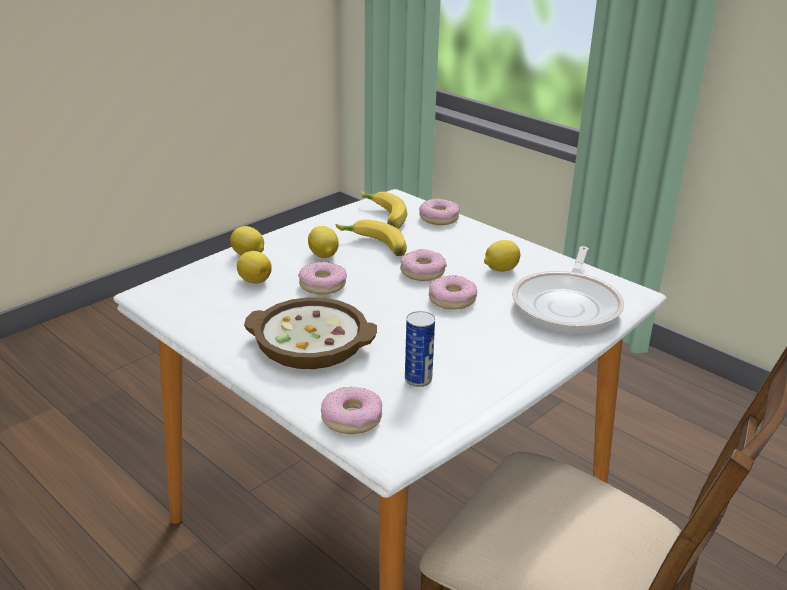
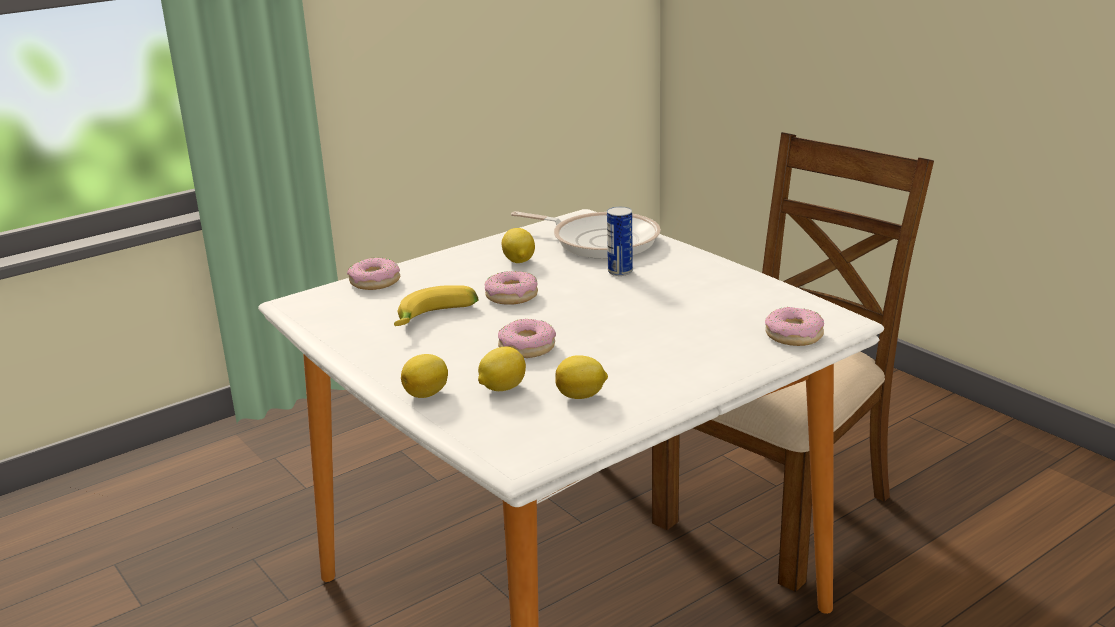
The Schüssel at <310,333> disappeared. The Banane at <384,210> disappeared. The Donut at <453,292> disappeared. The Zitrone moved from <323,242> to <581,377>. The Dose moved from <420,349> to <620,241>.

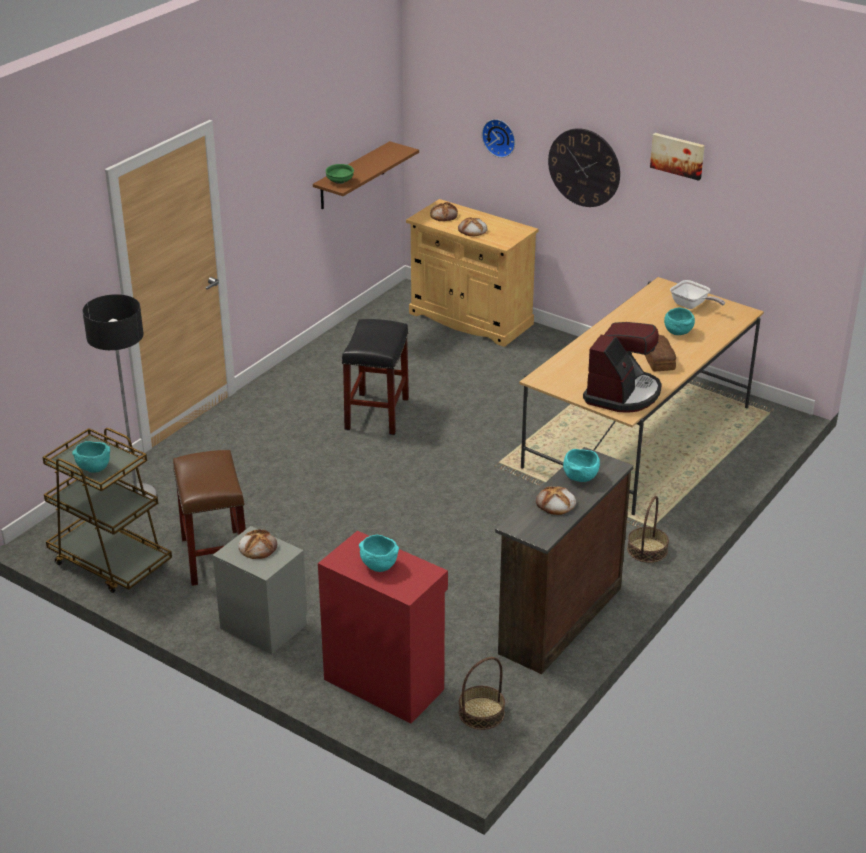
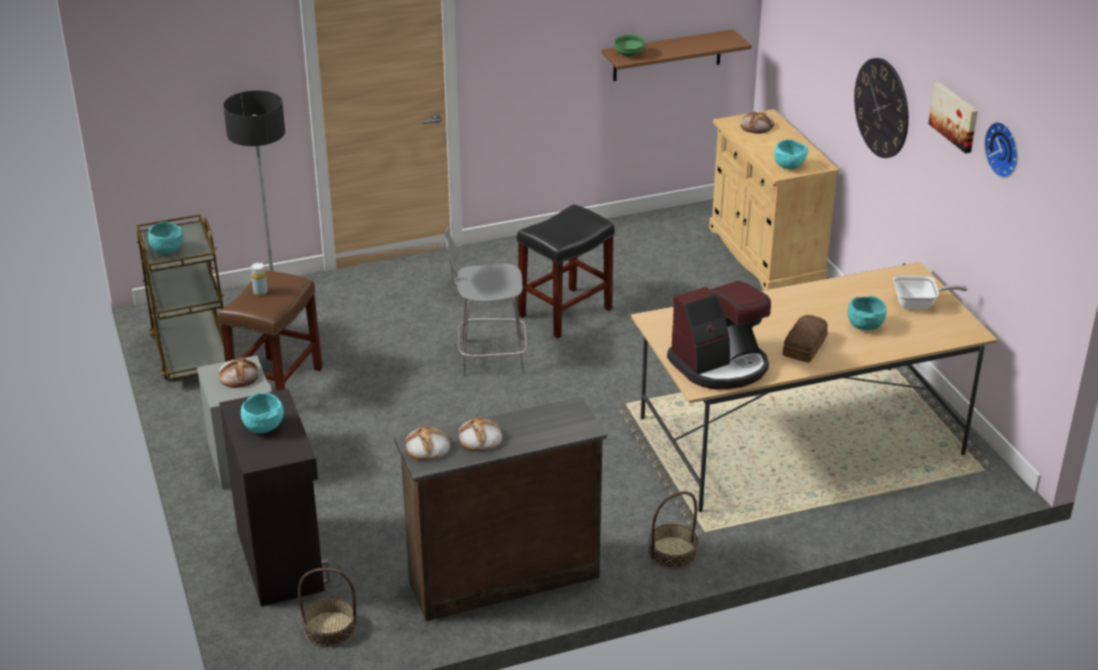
The Flasche/gelb at <259,279> appeared. The Hocker/grau at <486,300> appeared. The Brot moved from <473,226> to <427,443>. The Wanduhr moved from <498,138> to <1001,150>. The Schüssel/türkis moved from <581,465> to <791,154>. The Schrank/rot at <383,627> became the Schrank/schwarz at <274,497>. The Pfanne at <697,294> turned 75 degrees counterclockwise.

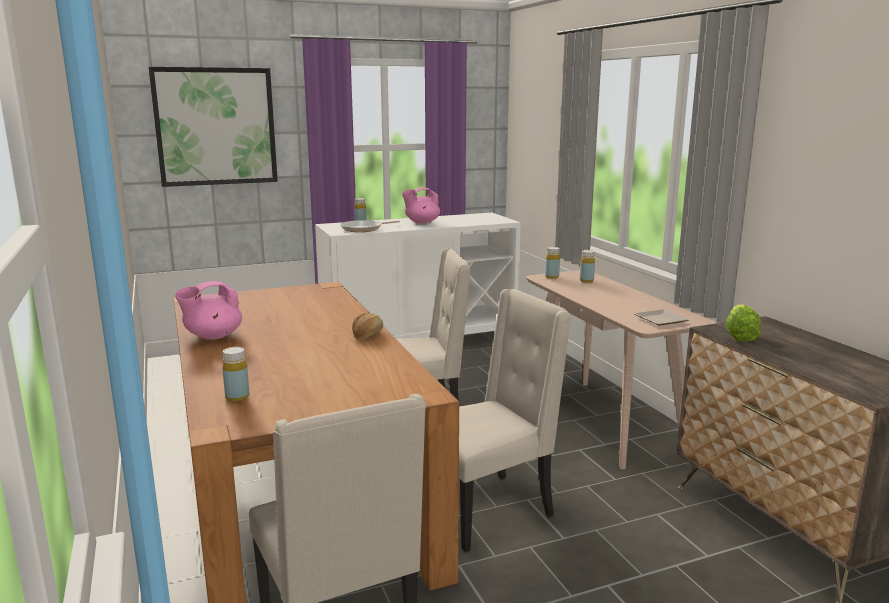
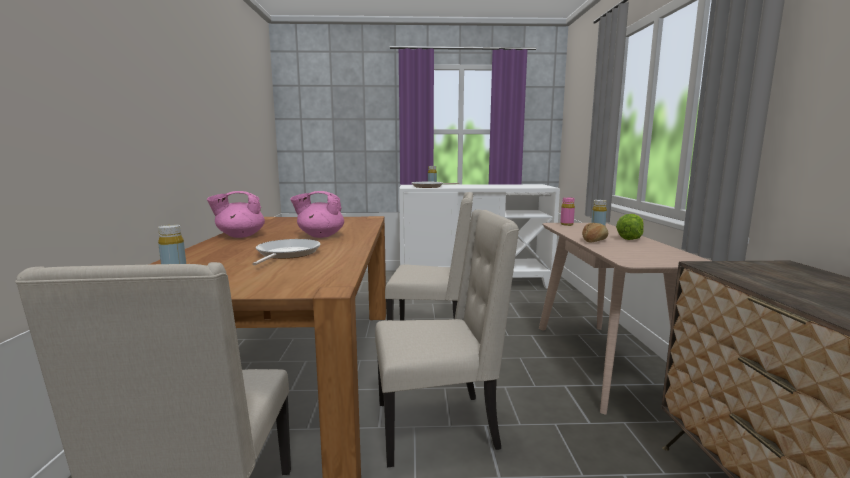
The Bild at <213,127> disappeared. The Teller at <661,317> disappeared. The Pfanne at <286,252> appeared. The Brot moved from <367,326> to <595,233>. The Teekanne/rosa moved from <421,205> to <317,214>. The Salatkopf moved from <743,323> to <630,227>. The Flasche/gelb at <552,263> became the Flasche/rosa at <567,211>.

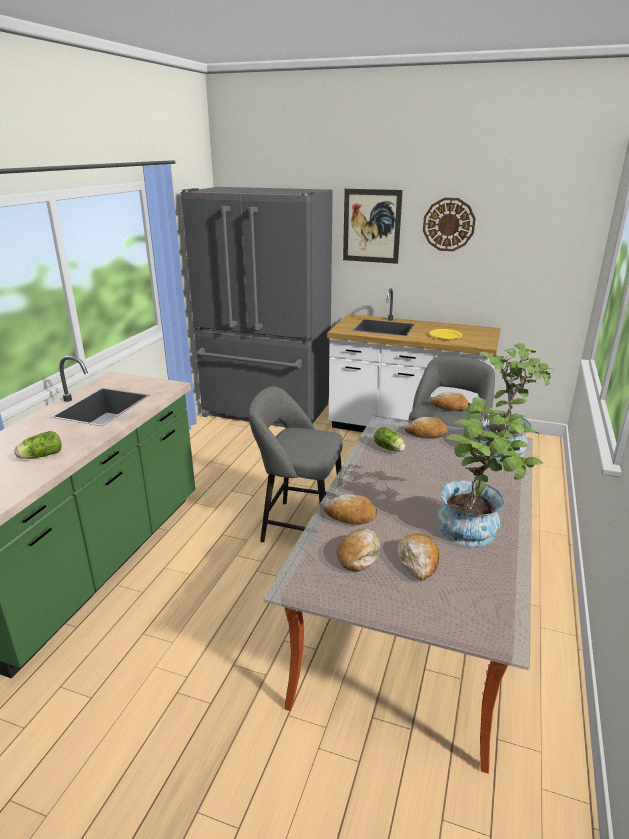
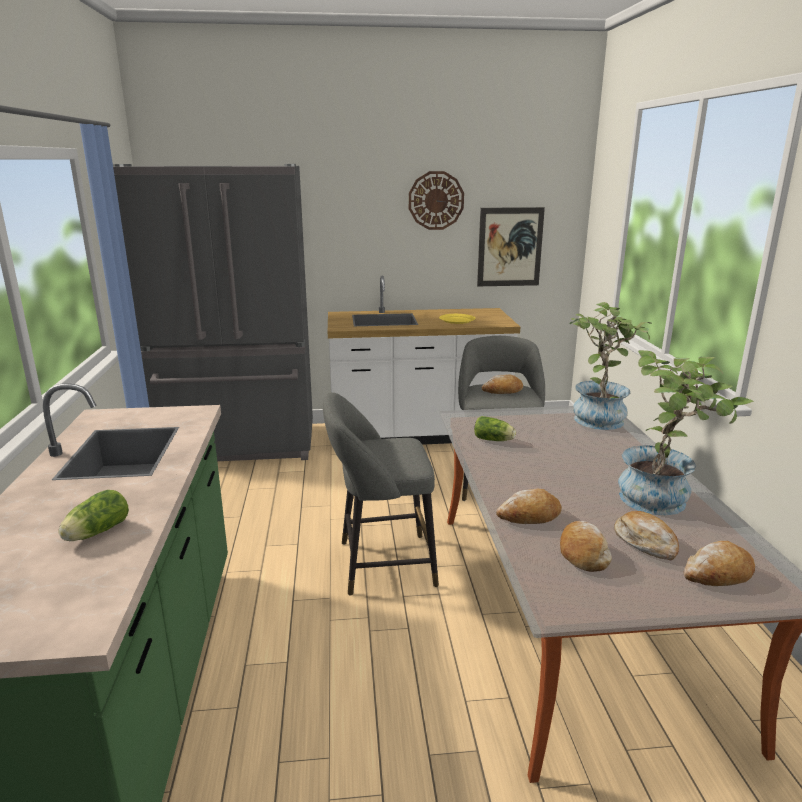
The Bild moved from <373,226> to <511,246>. The Brot moved from <426,427> to <719,563>.

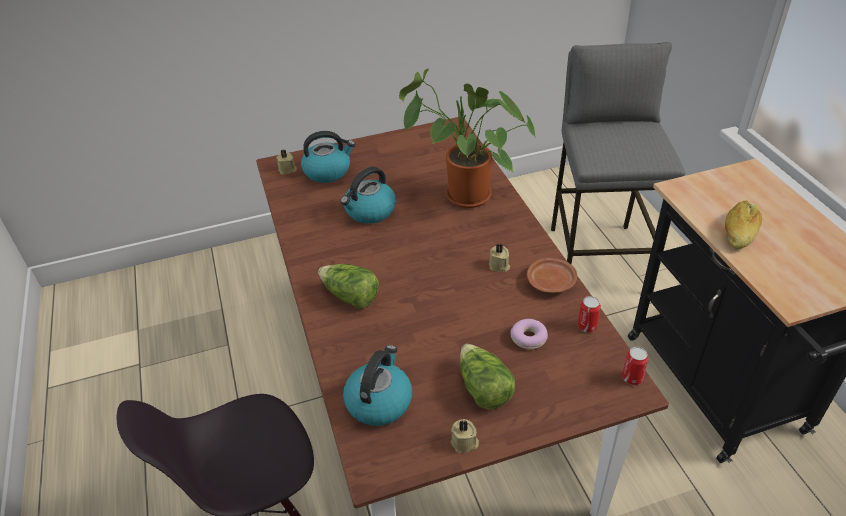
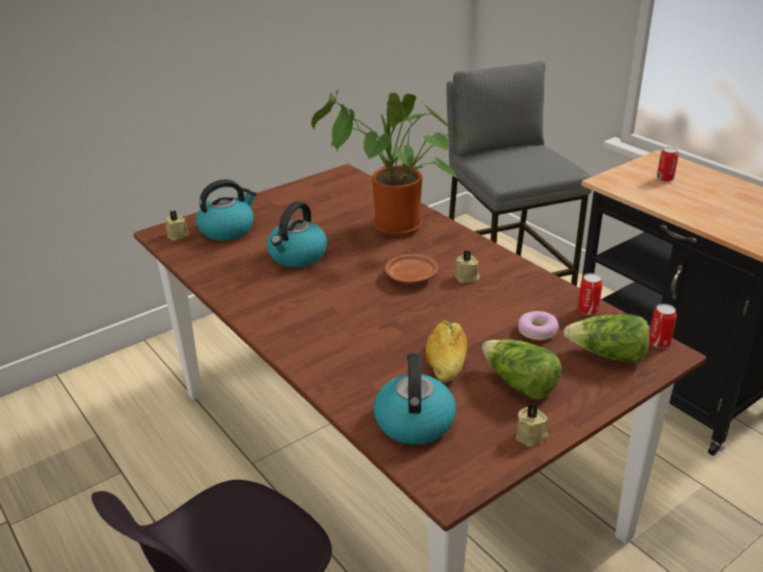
The Dose at <668,164> appeared. The Salatkopf moved from <348,286> to <606,339>. The Teller/braun moved from <552,275> to <411,268>. The Brot moved from <743,224> to <446,351>.

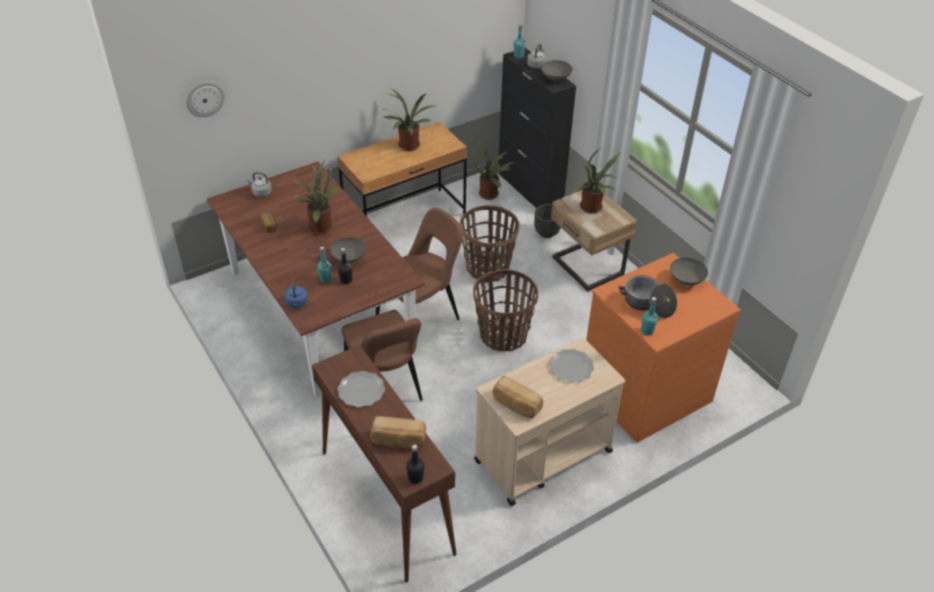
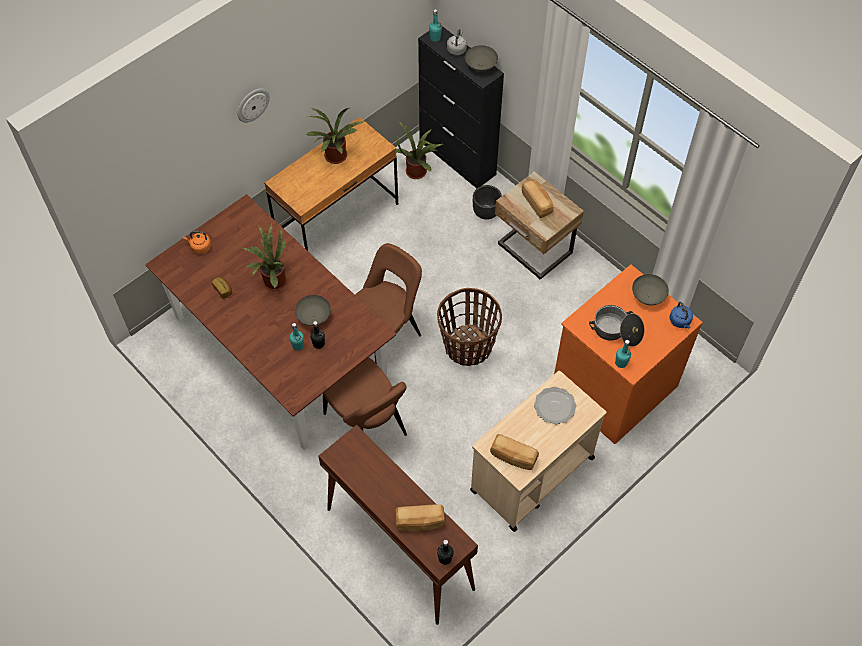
The Teller at <361,389> disappeared. The Korb at <489,243> disappeared. The Wanduhr moved from <205,99> to <253,105>. The Wasserkessel/blau moved from <296,293> to <681,315>. The Topfpflanze at <596,181> was replaced by the Brot at <538,198>. The Wasserkessel/grau at <259,184> became the Wasserkessel/orange at <197,242>.

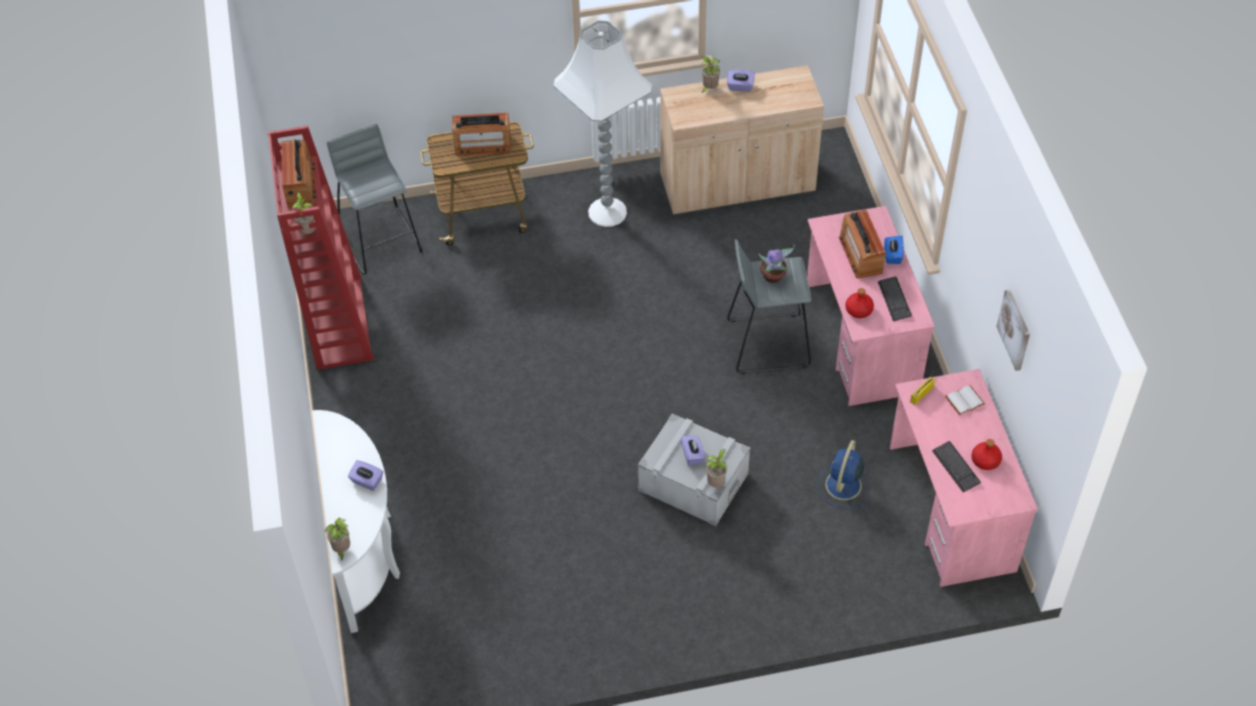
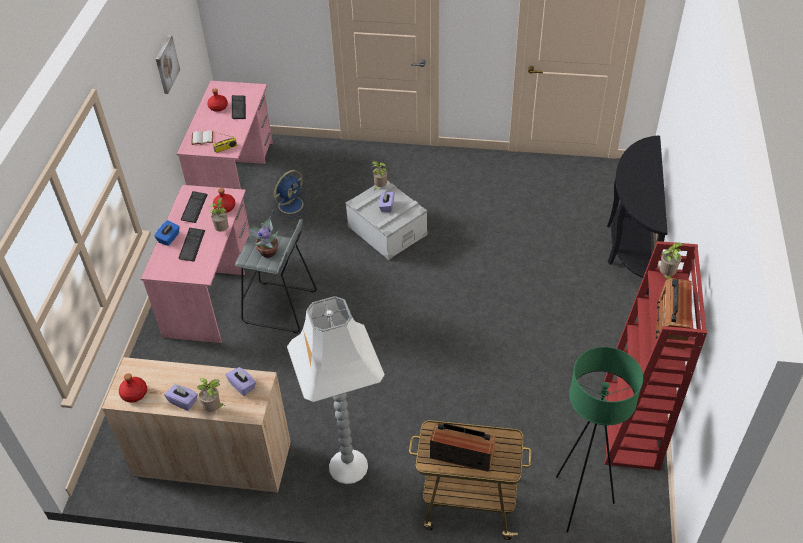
The Flasche/rot at <133,387> appeared. The Topfpflanze moved from <337,539> to <219,215>. The Taschentuchbox/lila moved from <365,475> to <241,381>. The Hocker/grau at <374,199> was replaced by the Stehlampe/grün at <599,440>. The Radio at <862,244> was replaced by the Tastatur at <192,245>. The Konsolentisch/weiß at <356,521> became the Konsolentisch/schwarz at <637,215>.

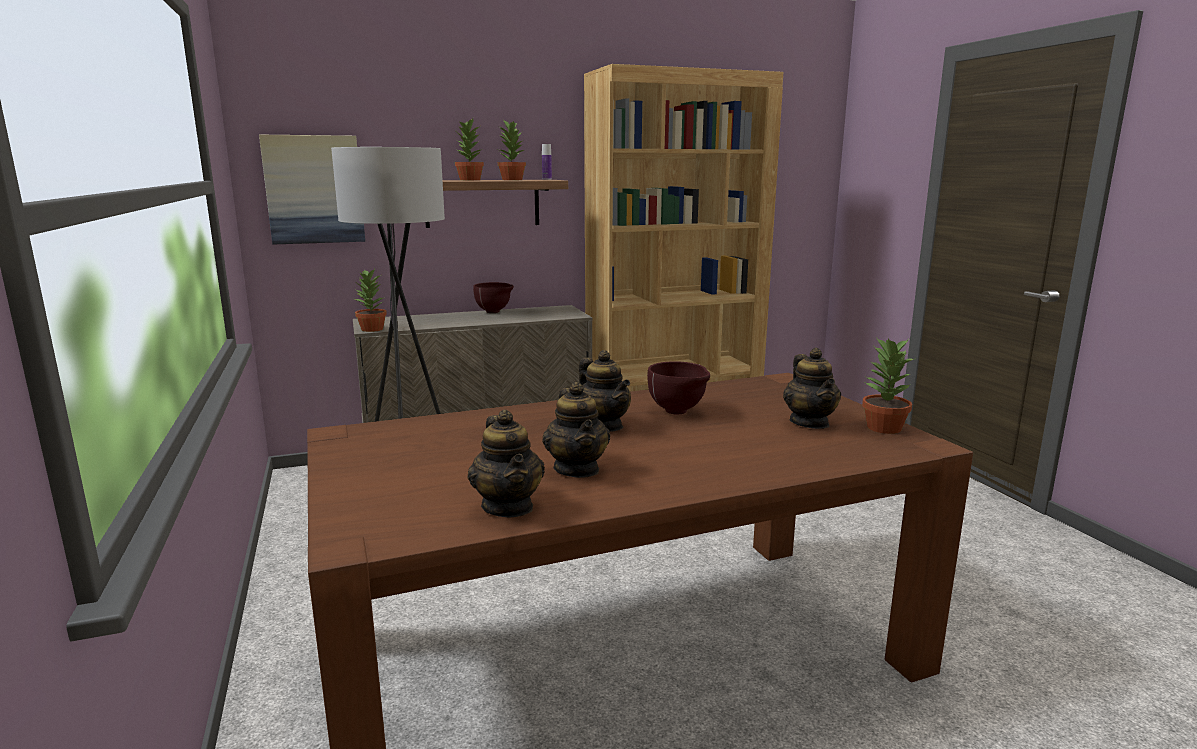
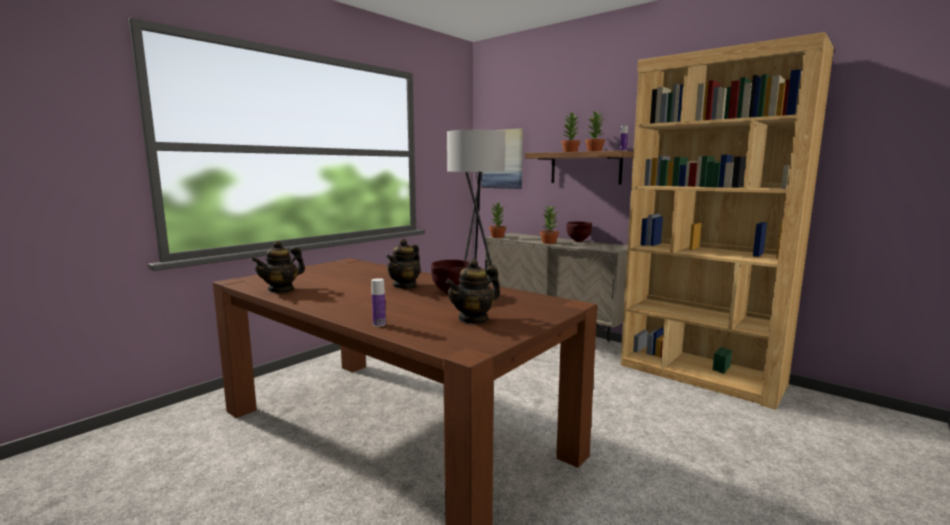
The Teekanne at <576,430> disappeared. The Flasche at <378,302> appeared. The Topfpflanze moved from <889,385> to <549,225>.

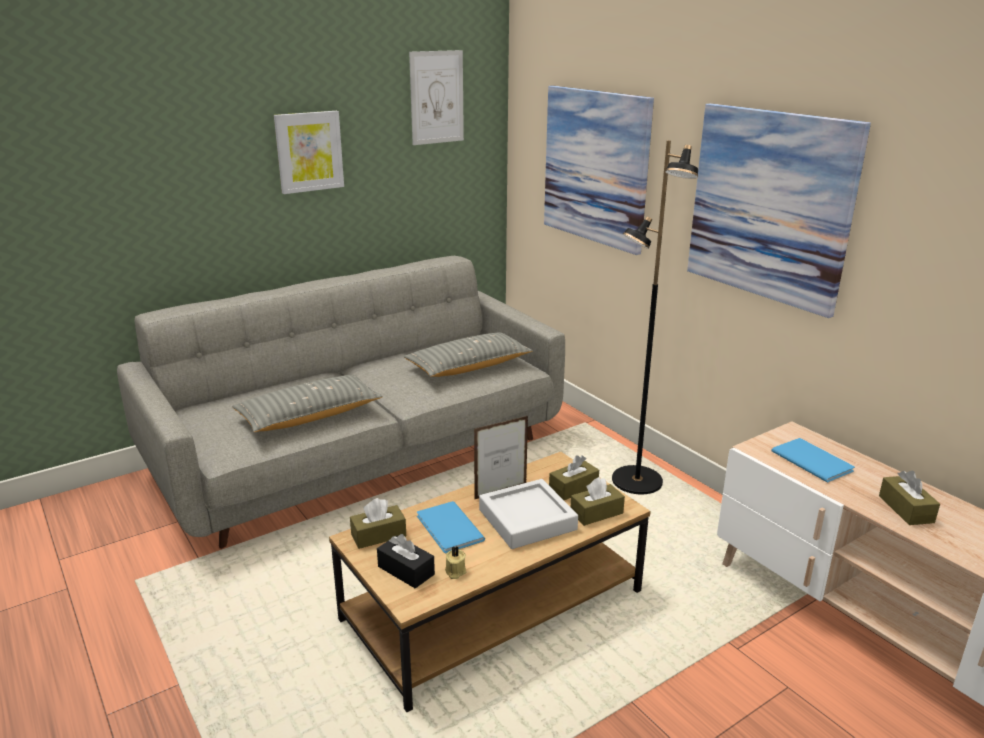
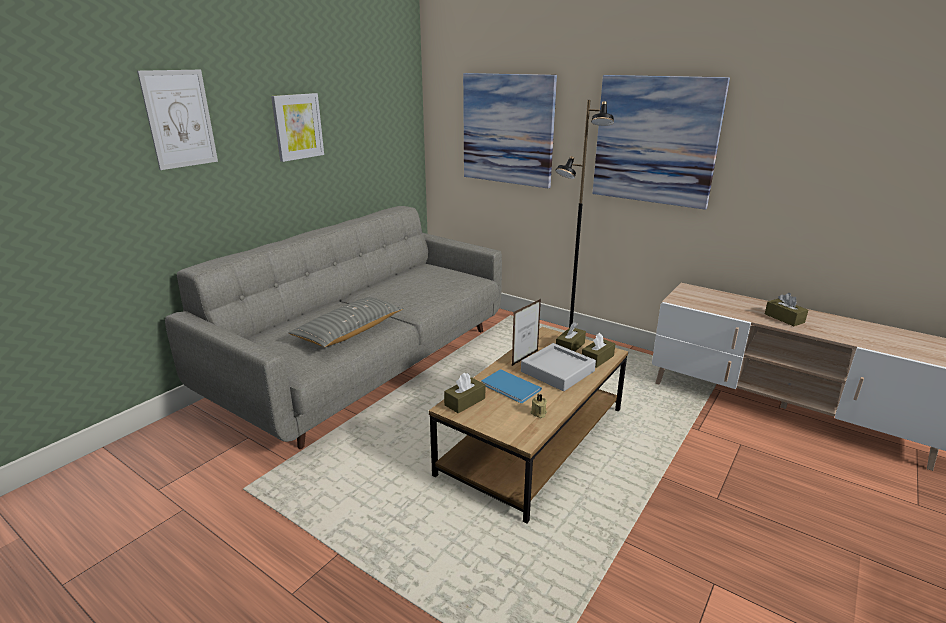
The Taschentuchbox/schwarz at <406,561> disappeared. The Kissen/grau at <468,355> disappeared. The Buch/blau at <813,460> disappeared. The Bild moved from <436,97> to <177,120>.

